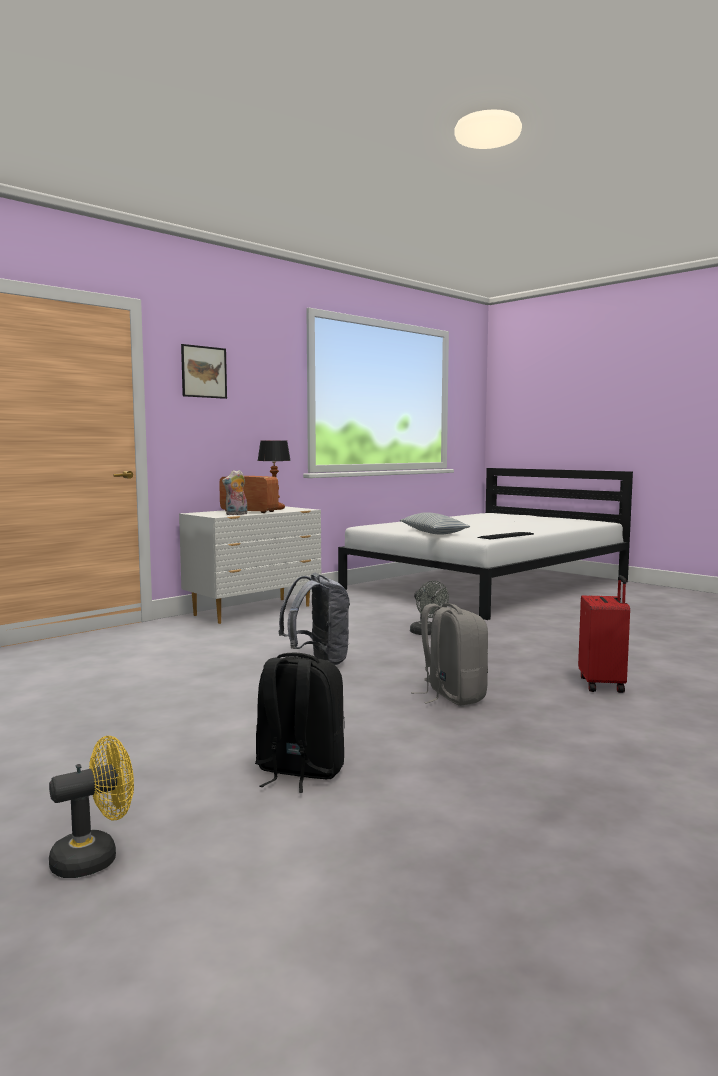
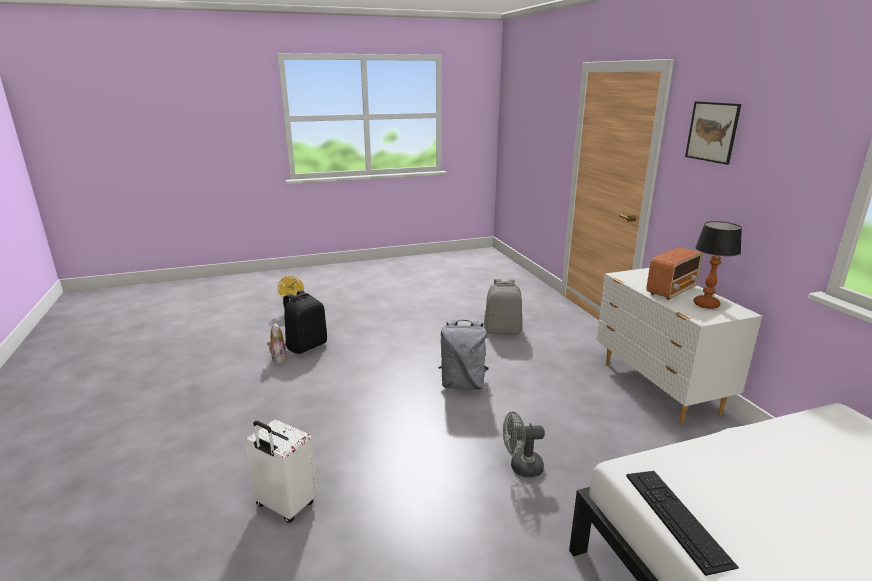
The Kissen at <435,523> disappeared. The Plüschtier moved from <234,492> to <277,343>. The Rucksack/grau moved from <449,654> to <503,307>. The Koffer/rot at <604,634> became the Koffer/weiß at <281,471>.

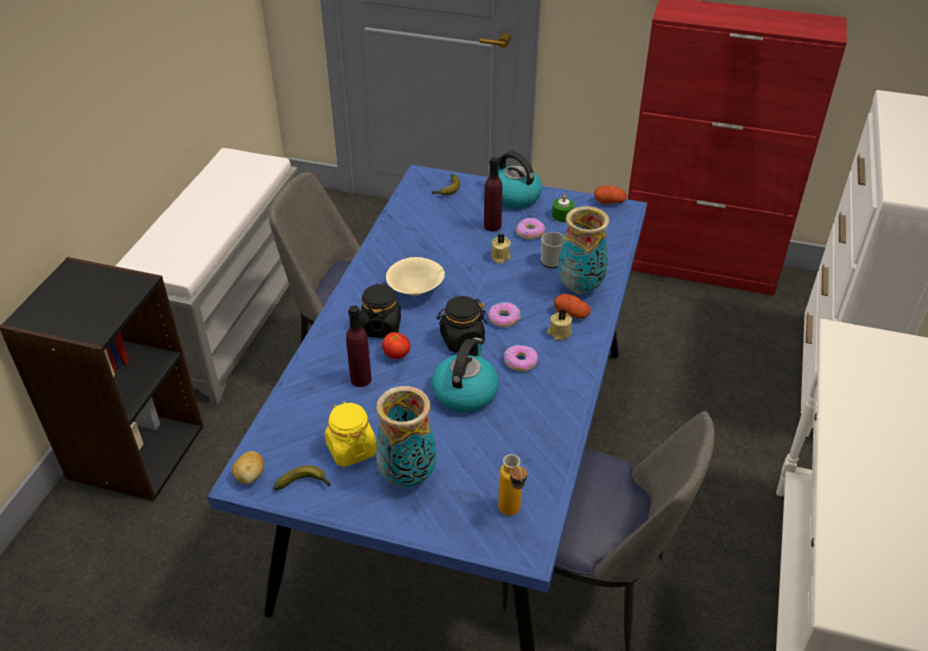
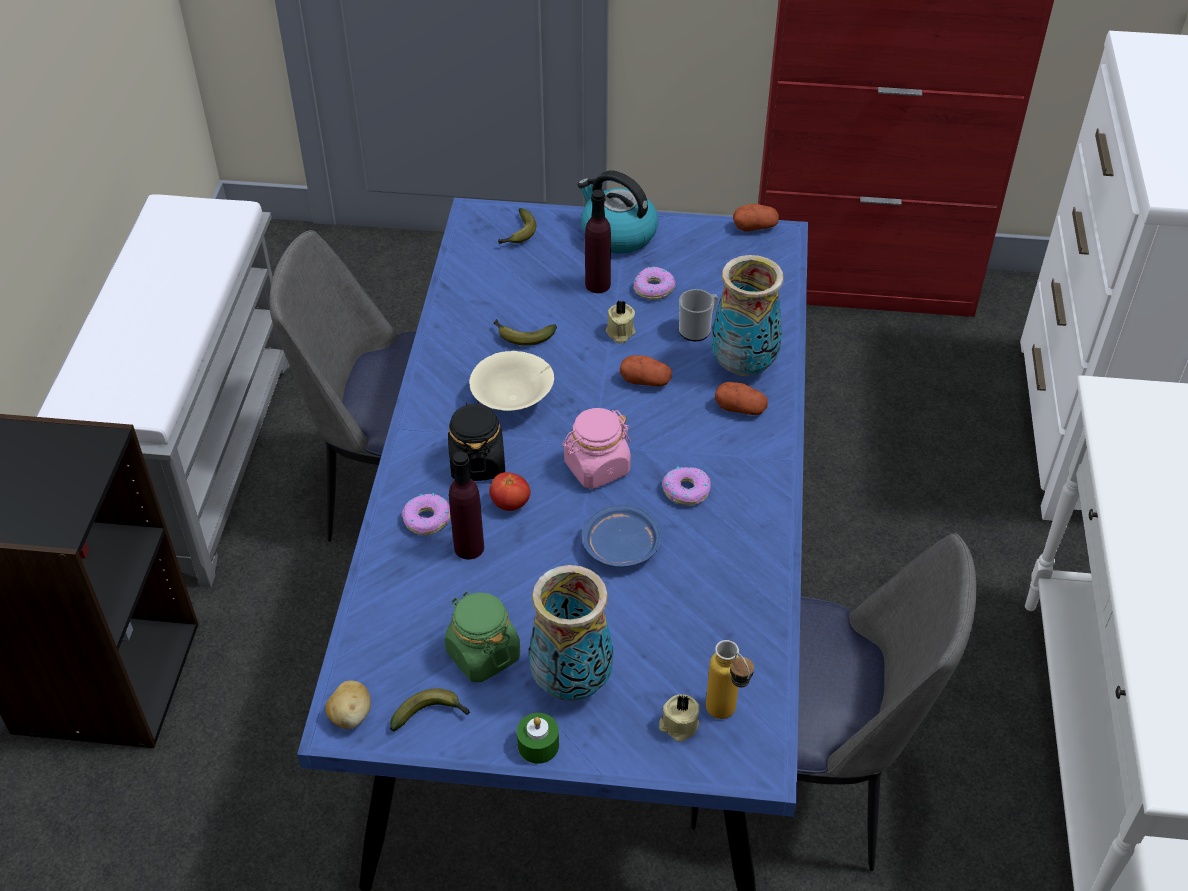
The Banane at <525,332> appeared. The Kartoffel at <646,370> appeared. The Donut moved from <504,314> to <426,514>. The Kerze/beige moved from <559,325> to <679,718>. The Kerze/grün moved from <563,208> to <538,738>. The Wasserkessel at <465,375> was replaced by the Teller/blau at <621,535>. The Vorratsglas/gelb at <351,434> became the Vorratsglas/grün at <482,637>. The Vorratsglas/schwarz at <461,324> became the Vorratsglas/rosa at <596,448>.

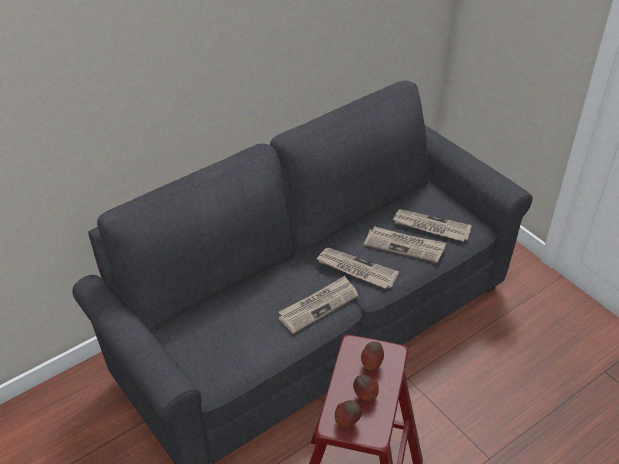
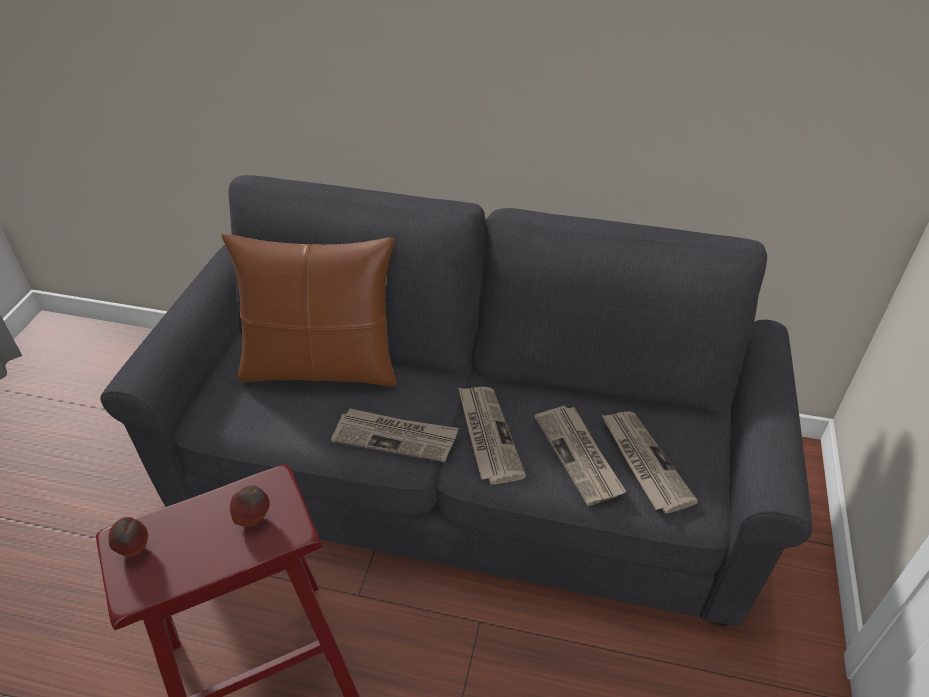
The Apfel at <366,388> disappeared. The Kissen/braun at <309,310> appeared.

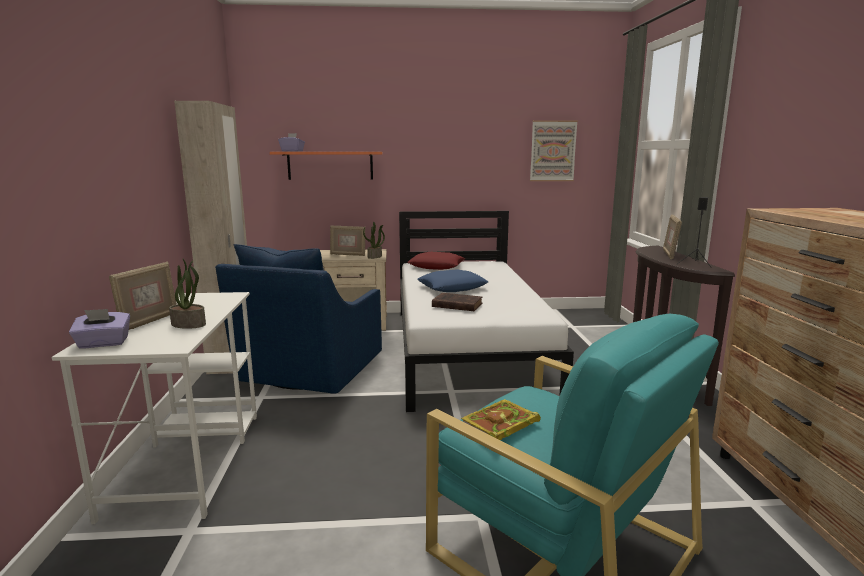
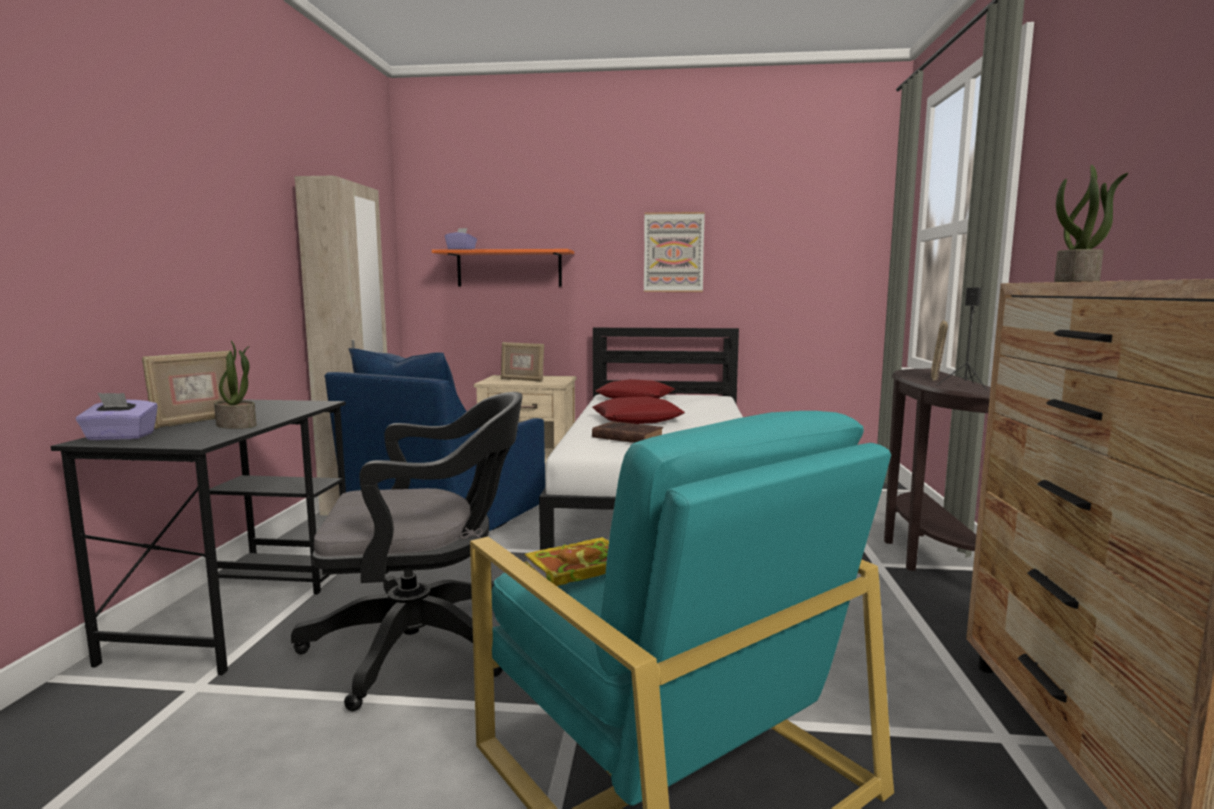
The Bürostuhl/schwarz at <406,551> appeared. The Topfpflanze moved from <374,240> to <1091,223>. The Bild moved from <554,150> to <674,252>. The Schreibtisch/weiß at <154,408> became the Schreibtisch/schwarz at <198,537>. The Kissen/blau at <452,280> became the Kissen/rot at <638,410>.

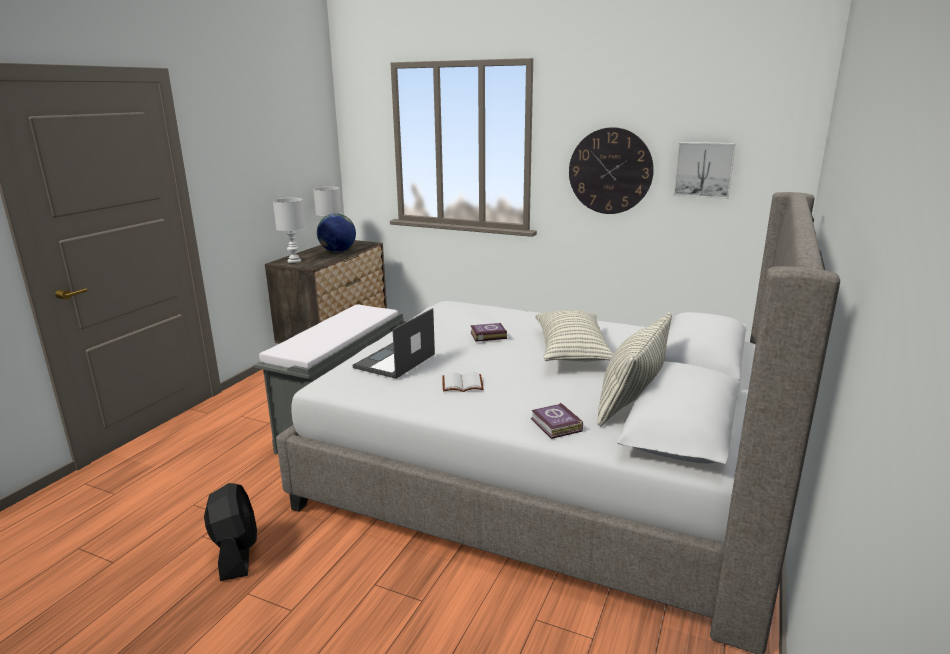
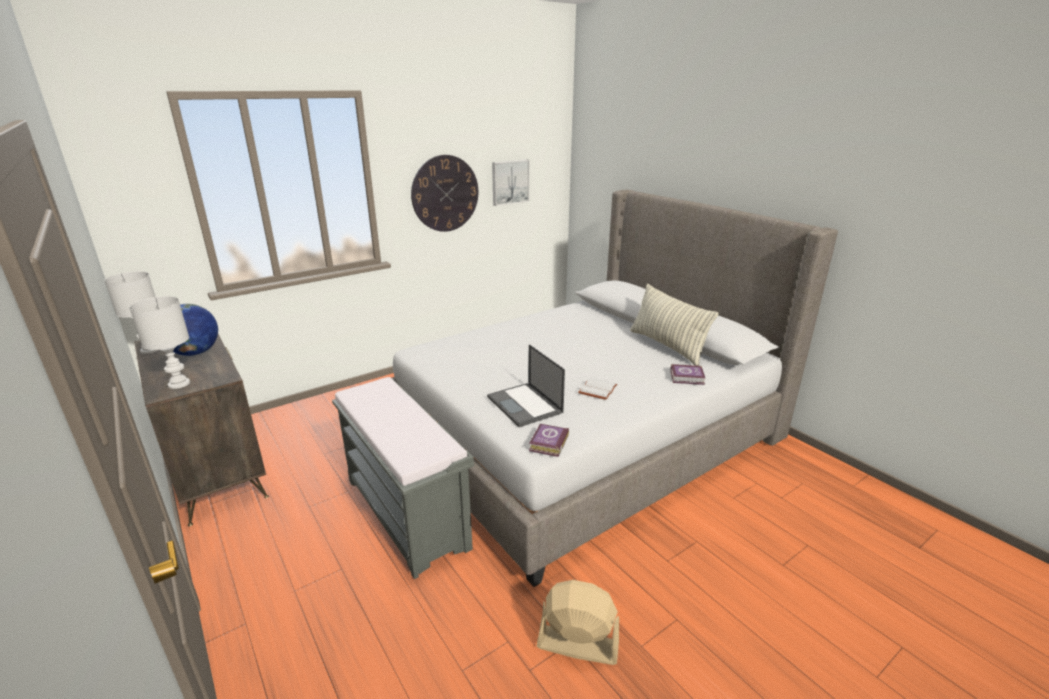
The Kissen at <574,335> disappeared. The Buch moved from <488,332> to <549,440>. The Ventilator/schwarz at <230,532> became the Ventilator/beige at <578,622>.

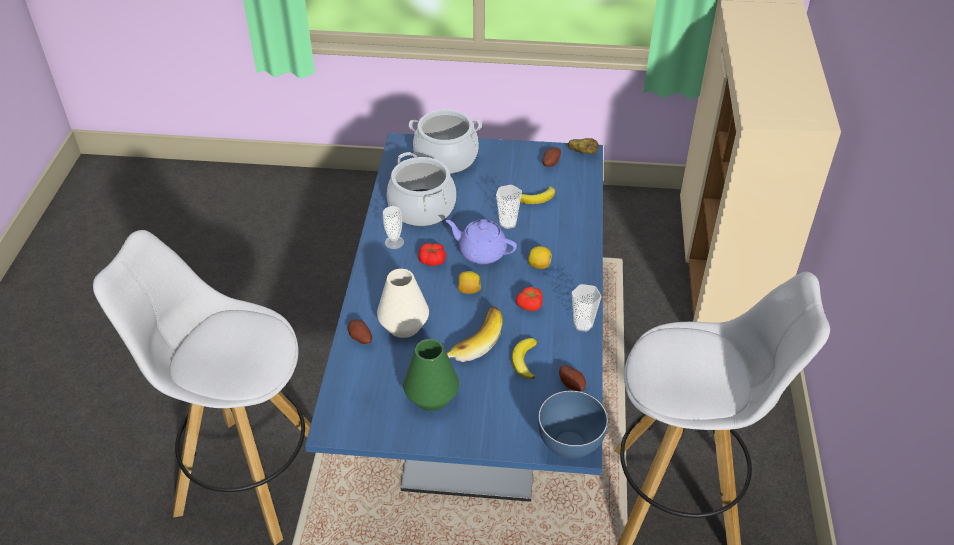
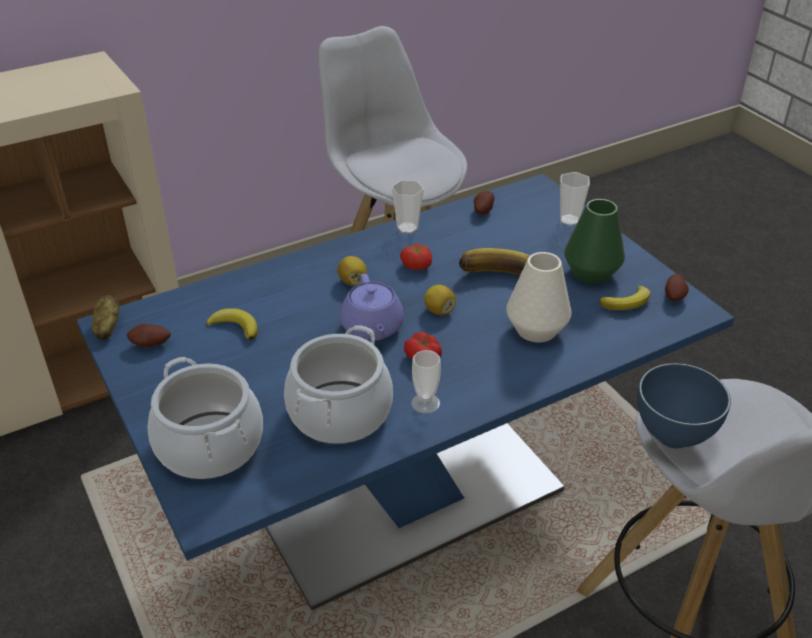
The Kartoffel moved from <360,332> to <677,287>. The Tasse moved from <509,207> to <575,199>. The Banane moved from <524,358> to <625,298>. The Schüssel/blau moved from <573,424> to <684,406>.

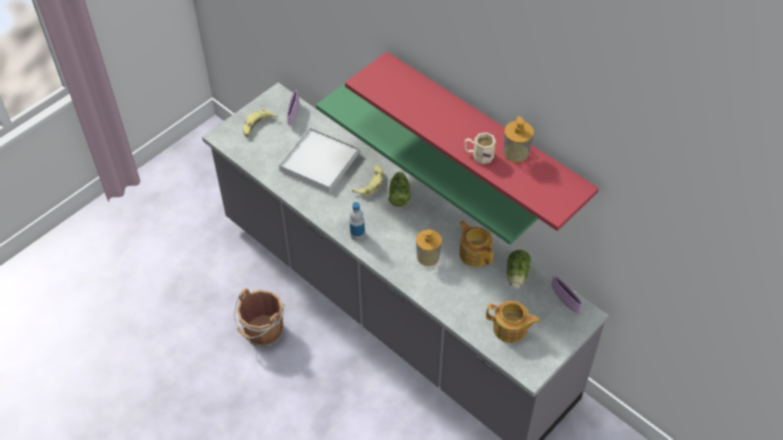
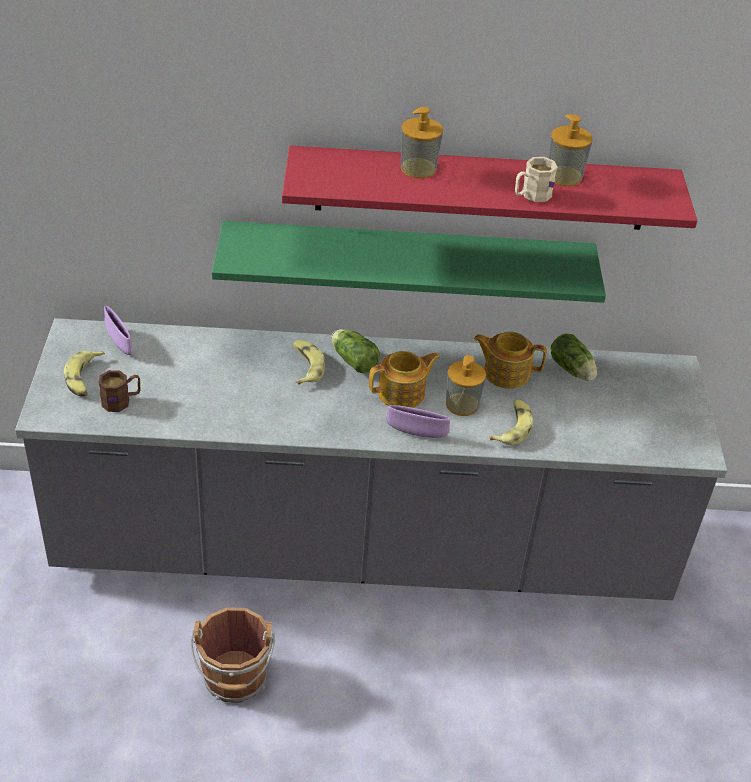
The Tablett/weiß at <319,160> disappeared. The Flasche at <357,221> disappeared. The Henkelbecher/braun at <119,391> appeared. The Seifenspender at <422,142> appeared. The Banane at <511,422> appeared. The Teekanne moved from <513,322> to <404,379>. The Schüssel/lila moved from <566,294> to <418,421>.

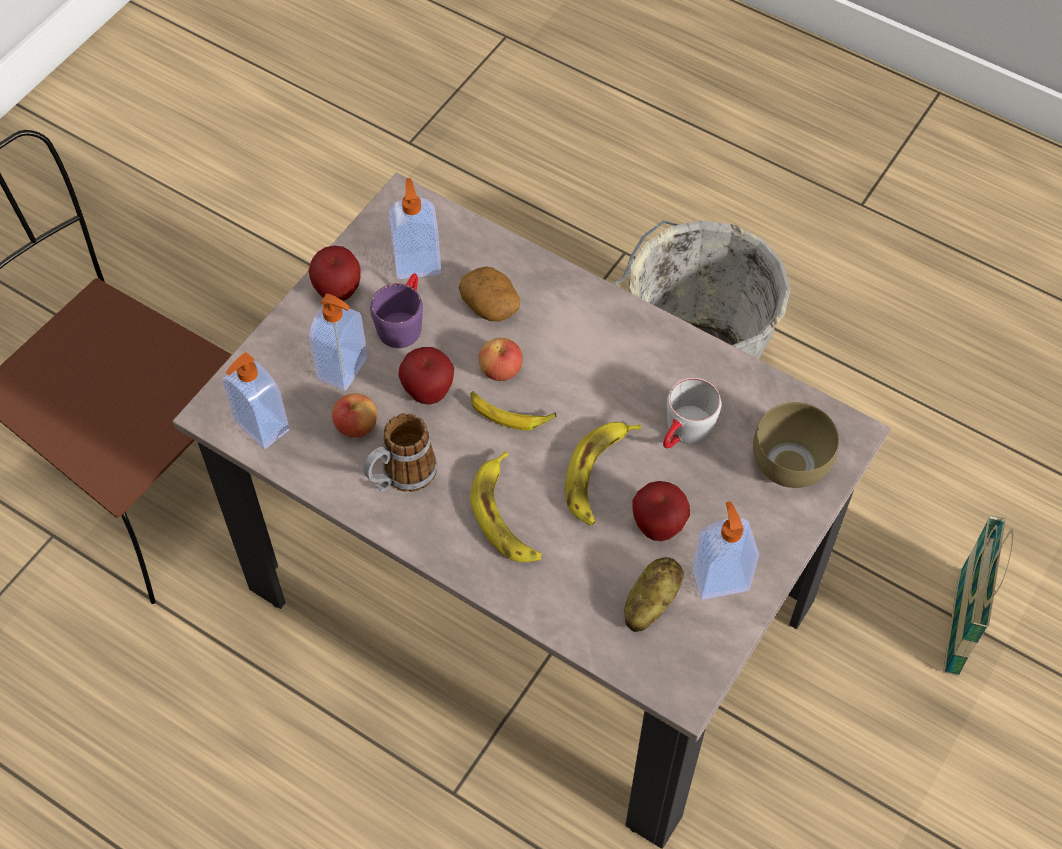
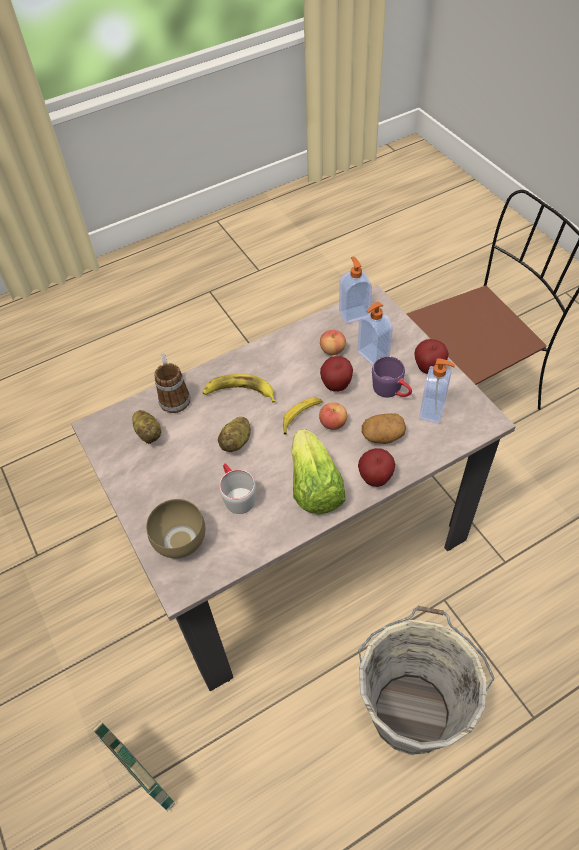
The Seifenspender at <725,550> disappeared. The Salatkopf at <319,472> appeared. The Henkelbecher moved from <400,452> to <173,383>. The Apfel moved from <661,511> to <376,467>. The Banane at <603,474> was replaced by the Kartoffel at <234,434>.

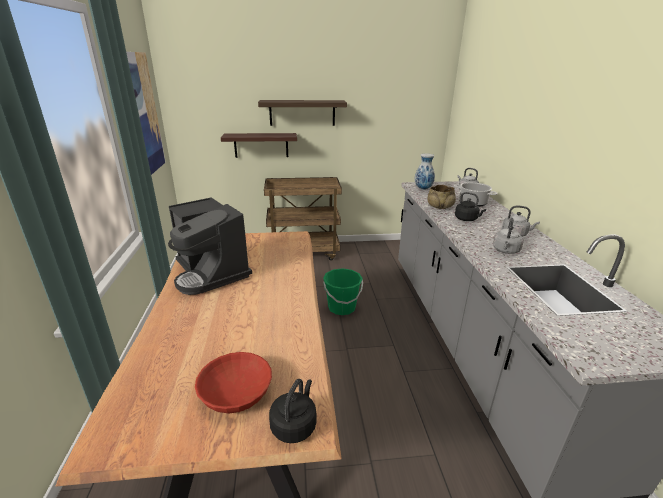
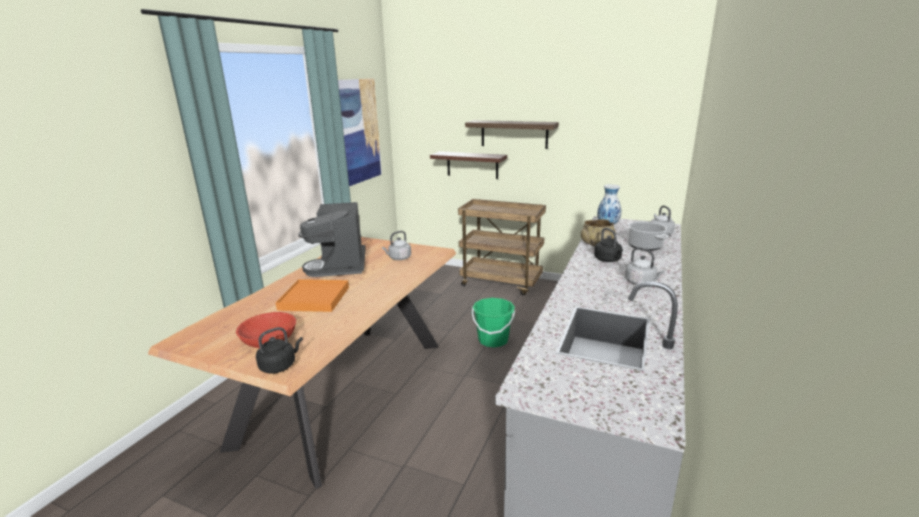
The Tablett/orange at <312,295> appeared. The Wasserkessel/grau moved from <508,236> to <396,245>.

